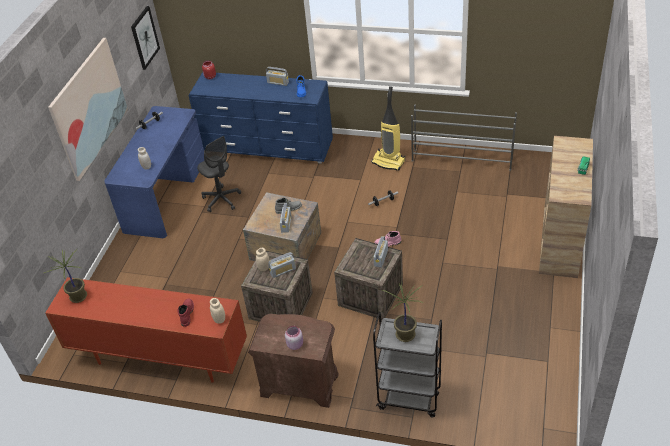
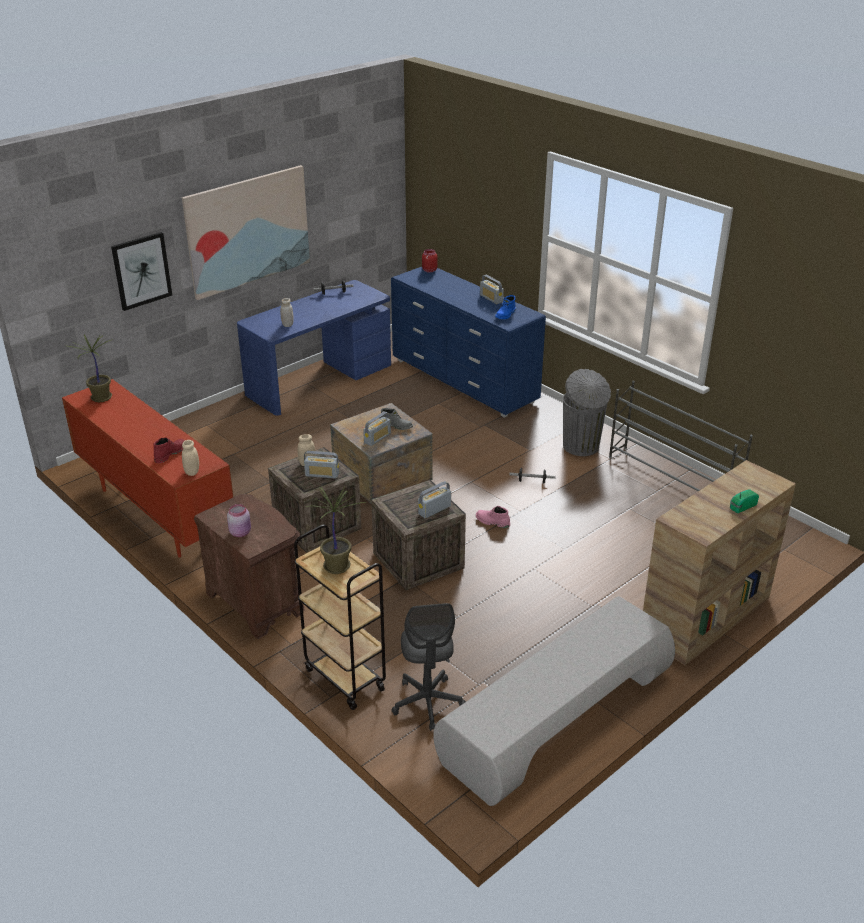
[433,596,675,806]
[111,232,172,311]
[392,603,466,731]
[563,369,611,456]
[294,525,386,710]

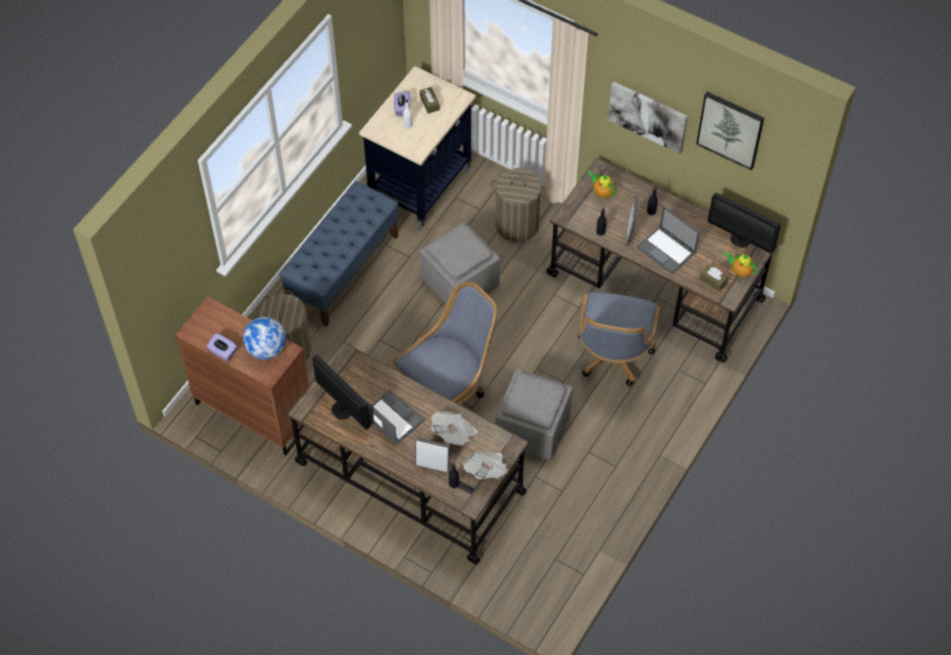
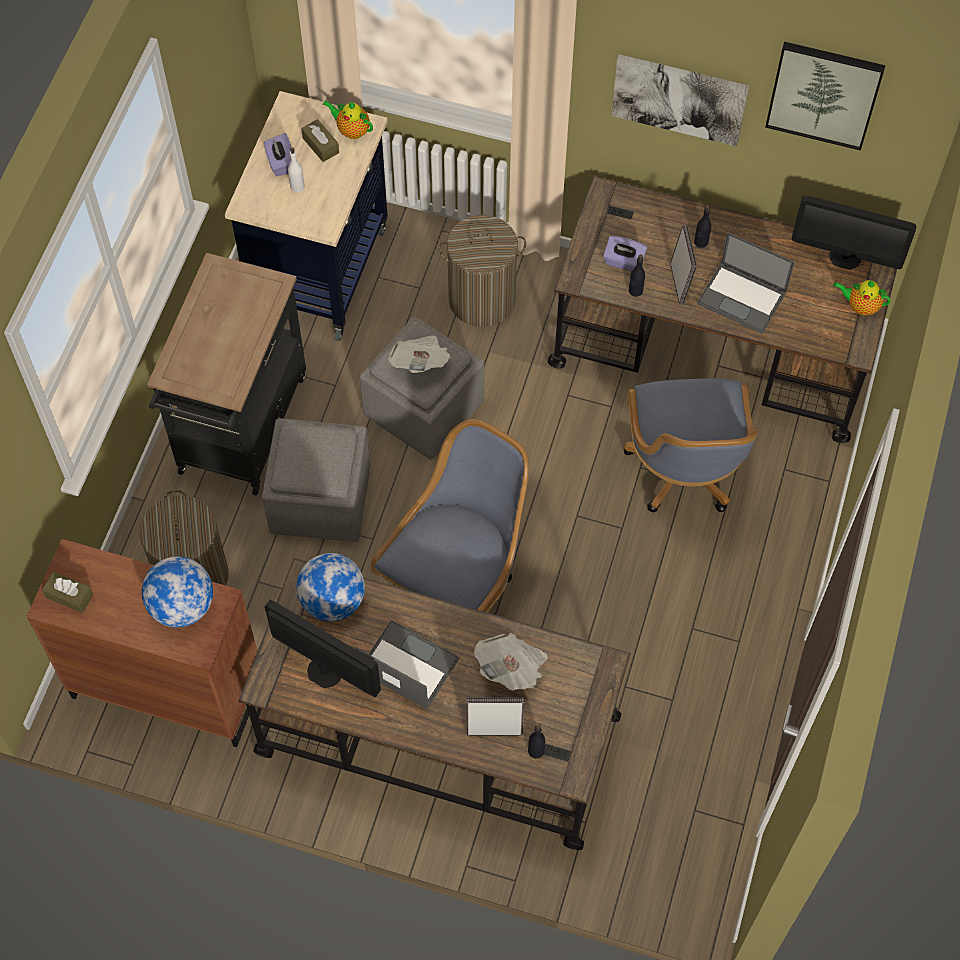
[297,553,365,621]
[603,236,647,272]
[388,335,451,373]
[262,418,370,542]
[323,101,373,139]
[42,571,93,613]
[147,253,306,496]

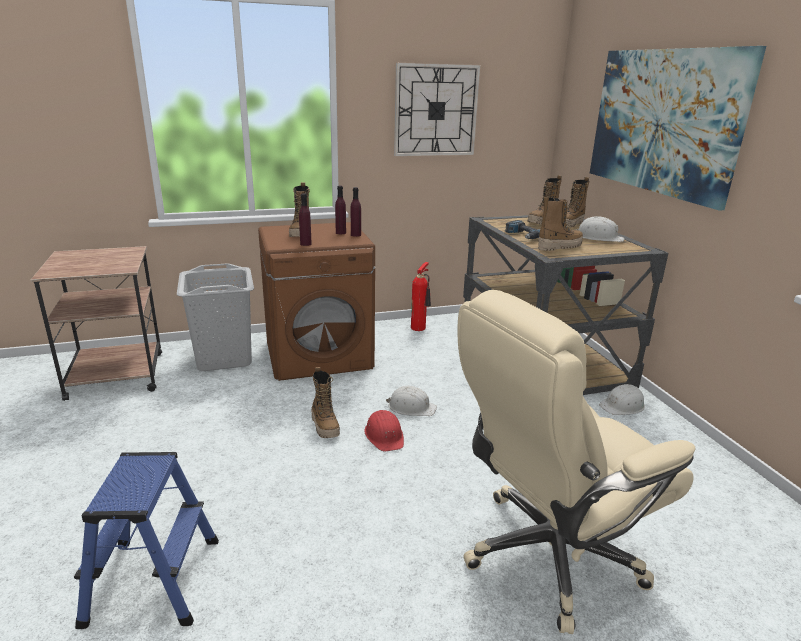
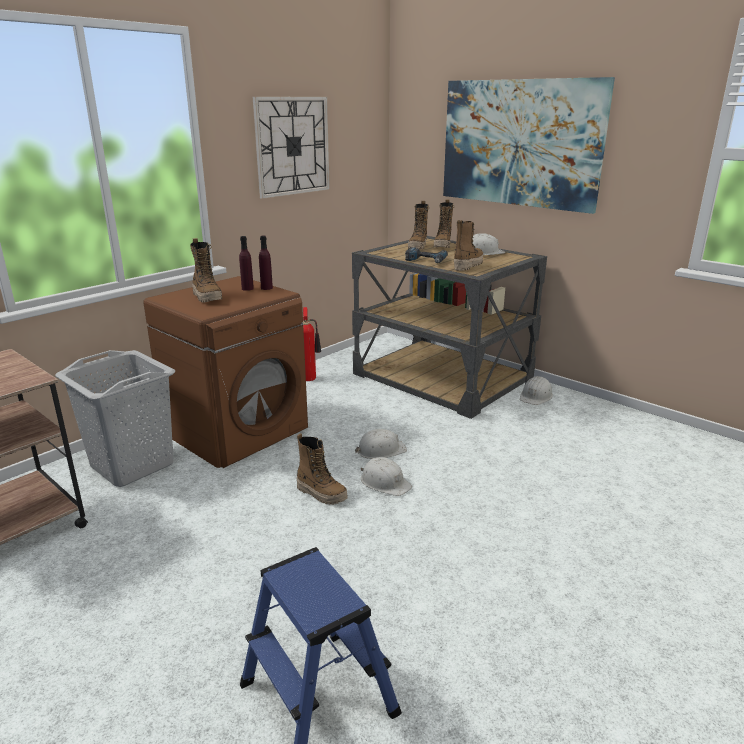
[299,193,312,246] (first image)
[458,290,695,634] (first image)
[361,457,412,496]

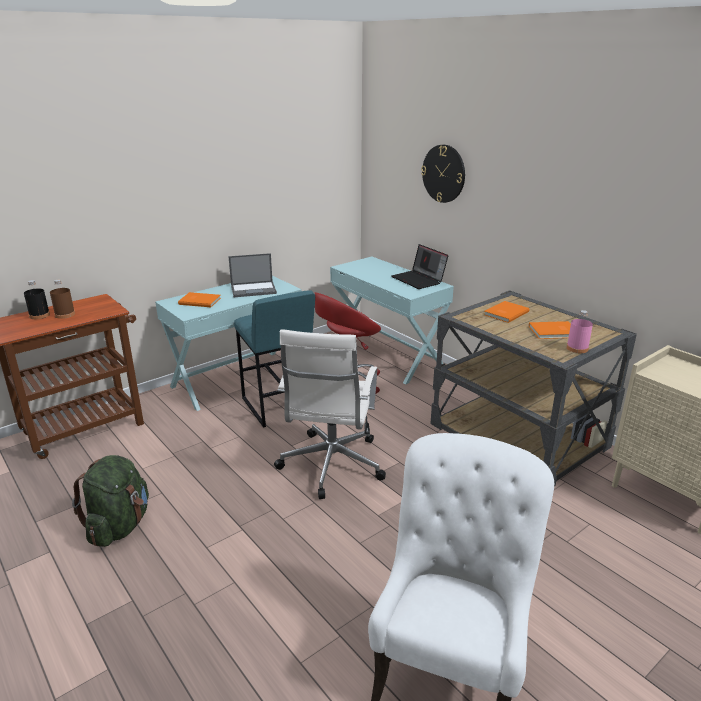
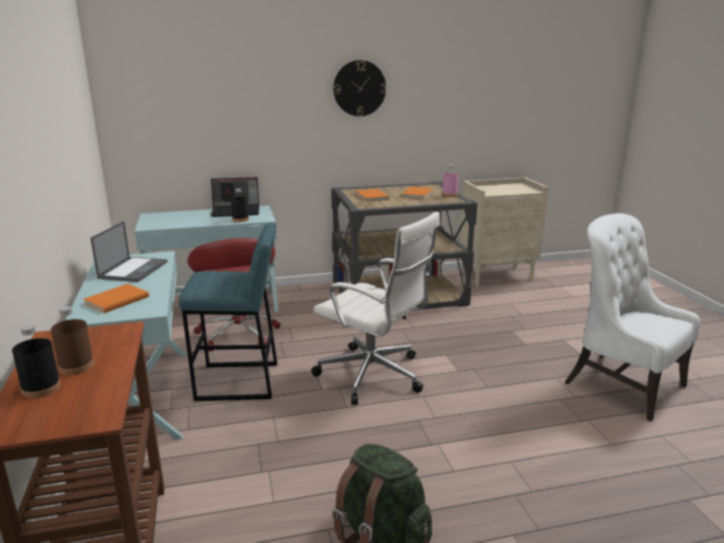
[231,188,249,222]
[333,60,386,116]

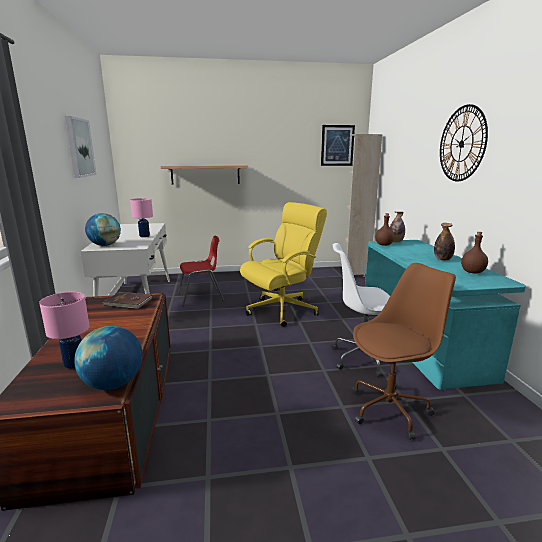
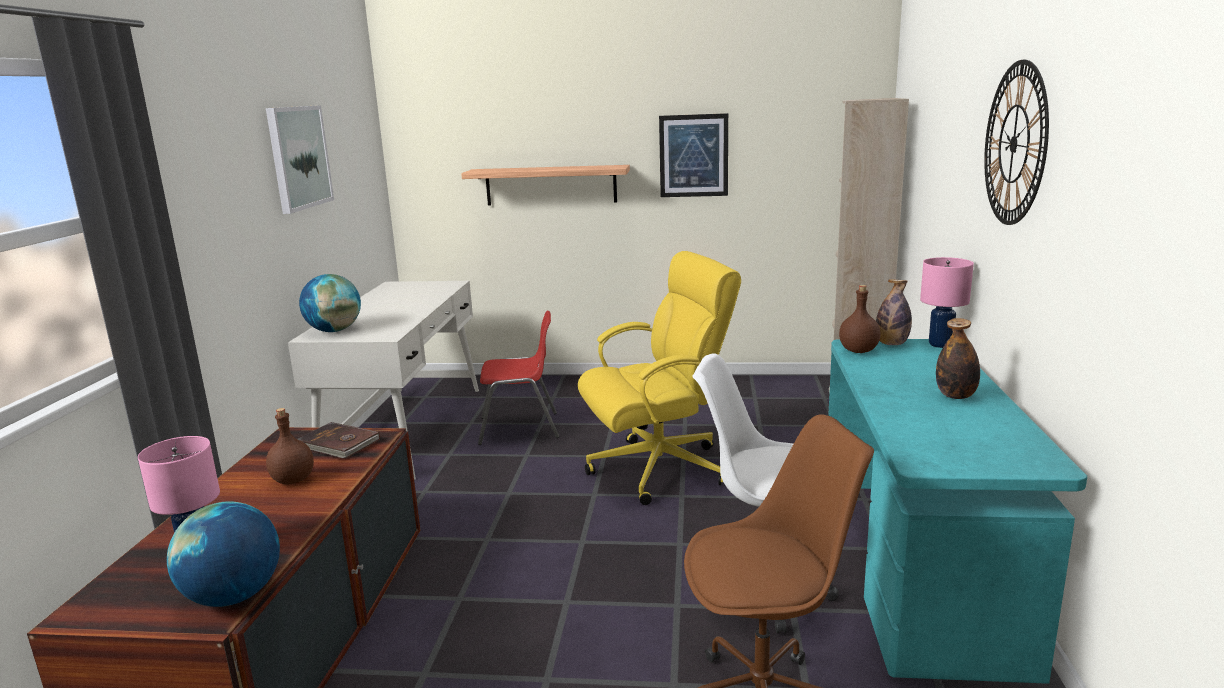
[920,257,974,348]
[659,113,728,197]
[266,408,314,485]

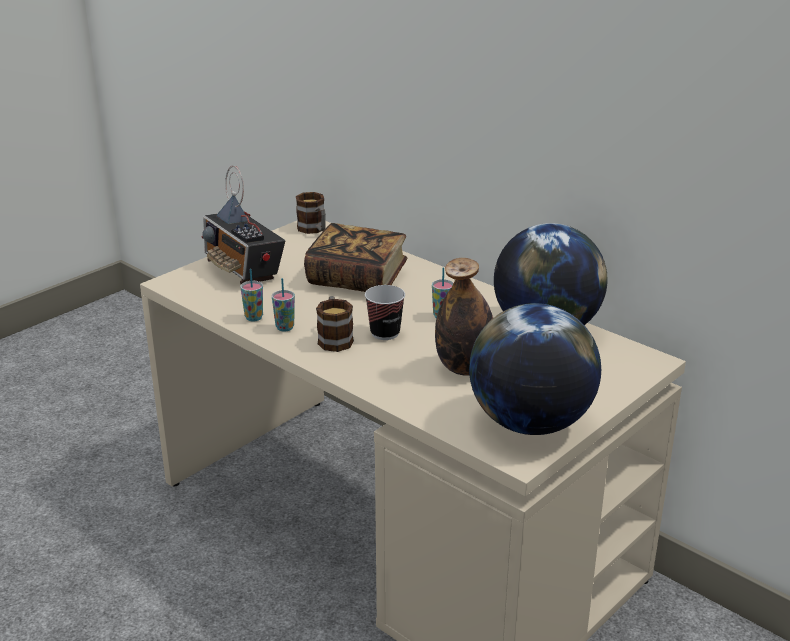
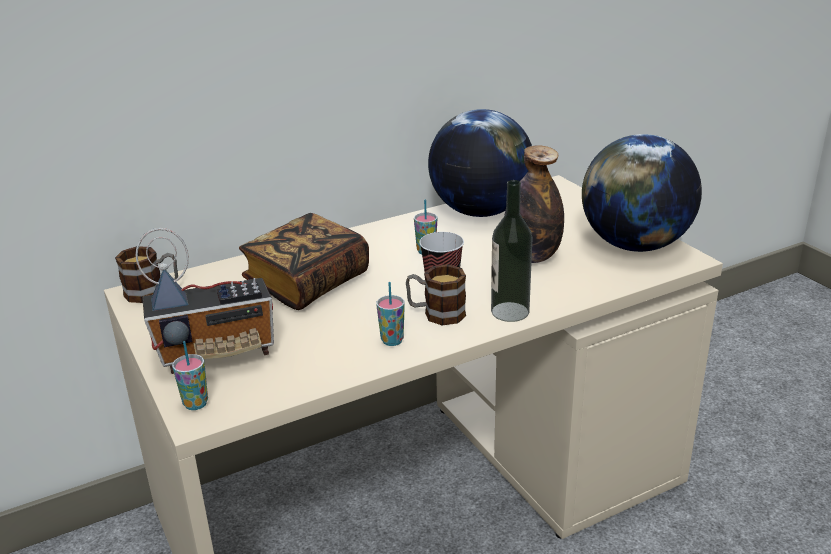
[491,180,532,322]
[172,341,208,410]

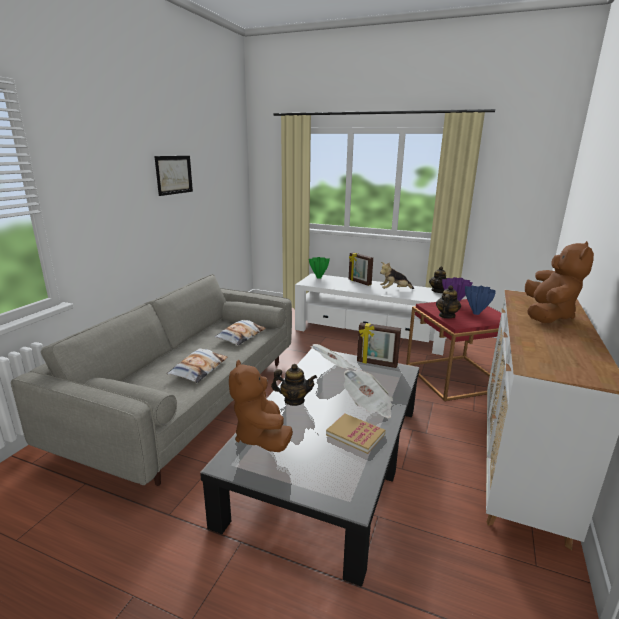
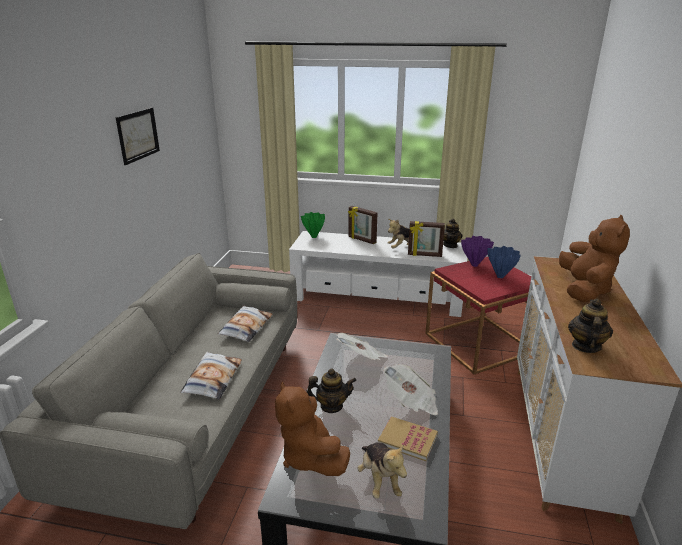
[357,442,407,499]
[408,221,445,257]
[568,299,613,353]

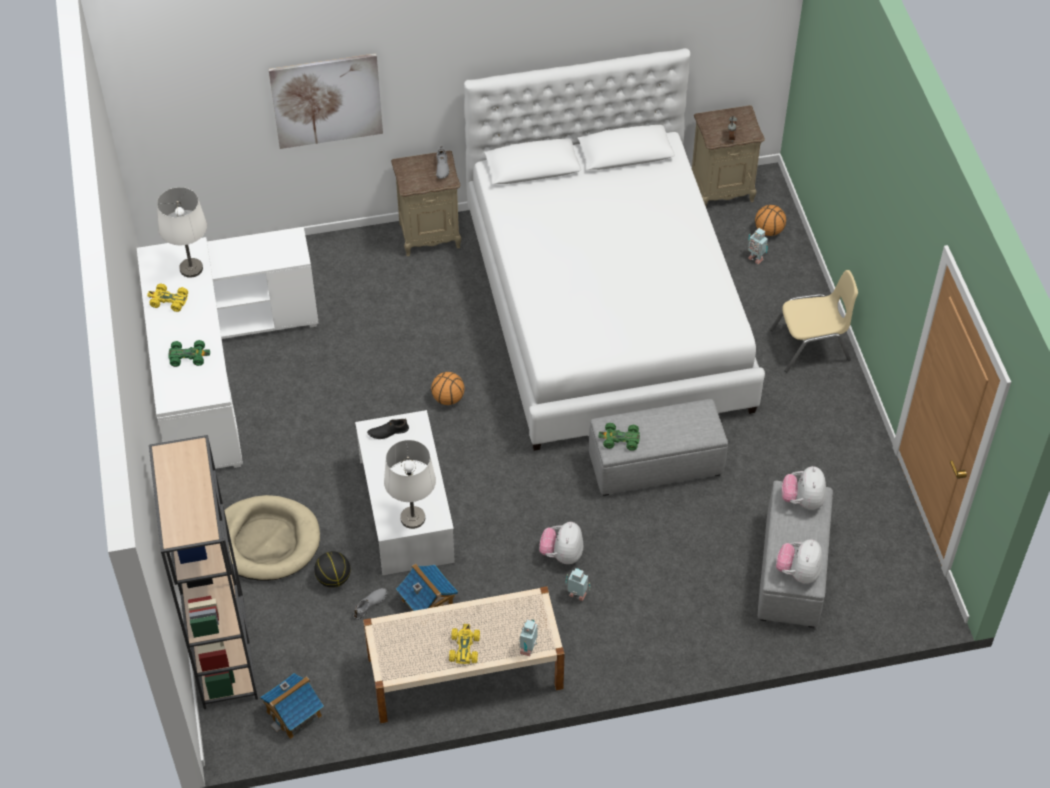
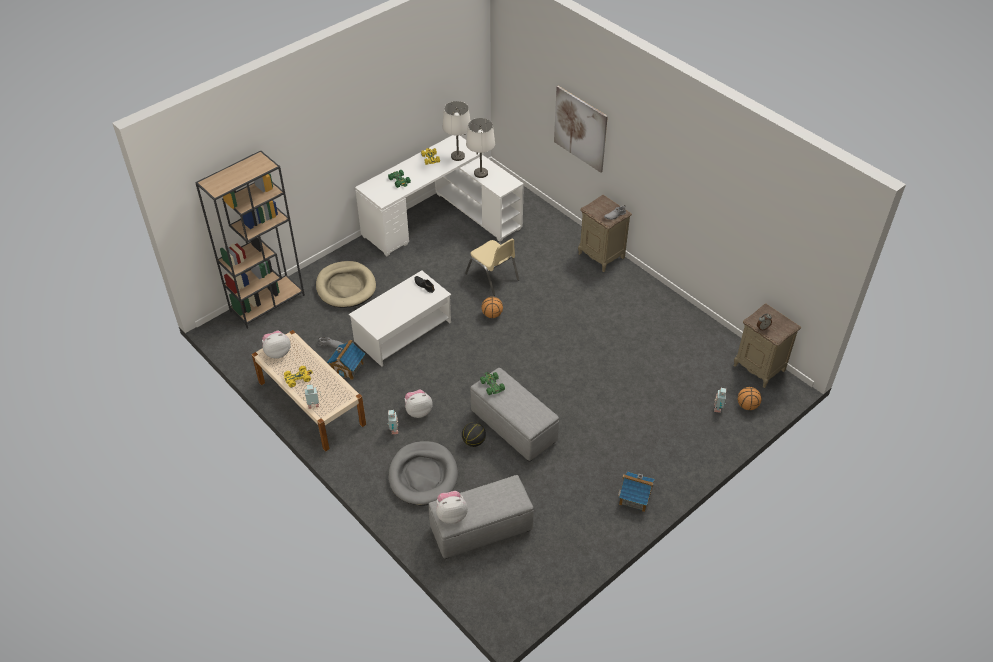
[464,48,765,451] (first image)
[389,441,458,506]
[618,471,654,512]
[462,422,486,447]
[466,118,495,178]
[465,238,519,296]
[262,330,291,359]

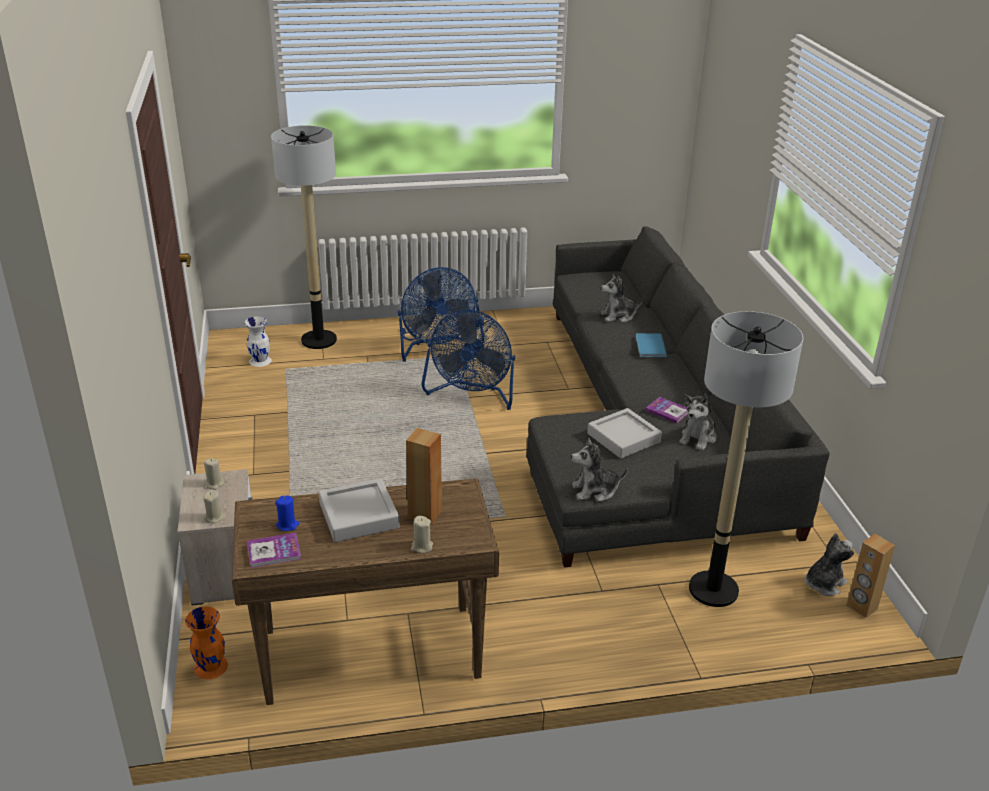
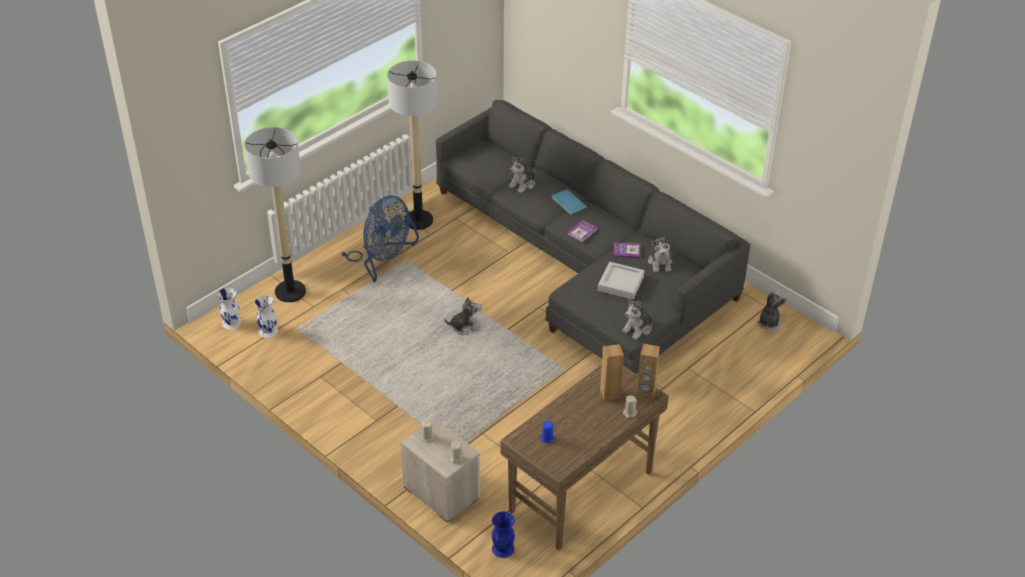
[319,478,400,542] (first image)
[422,310,515,410] (first image)
[217,288,241,329]
[445,297,482,335]
[567,220,598,242]
[387,60,438,230]
[636,343,660,401]
[492,511,515,558]

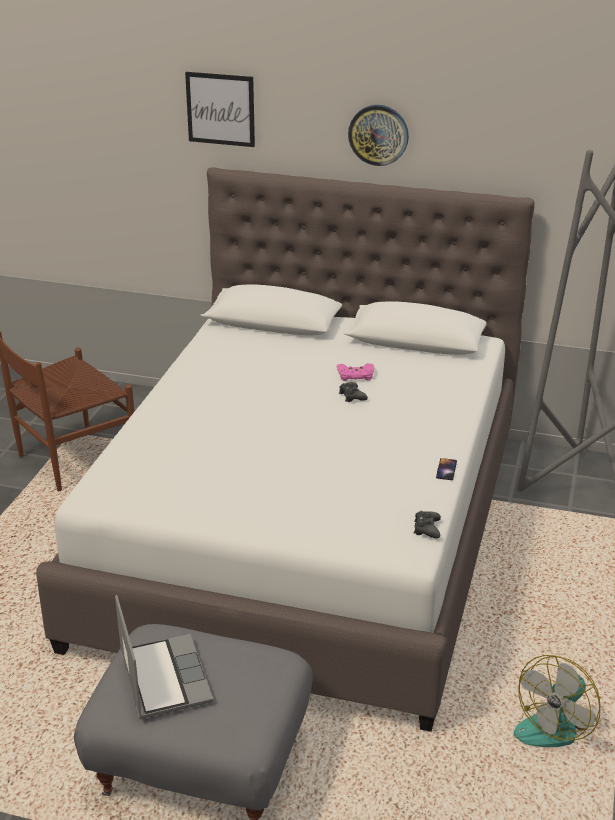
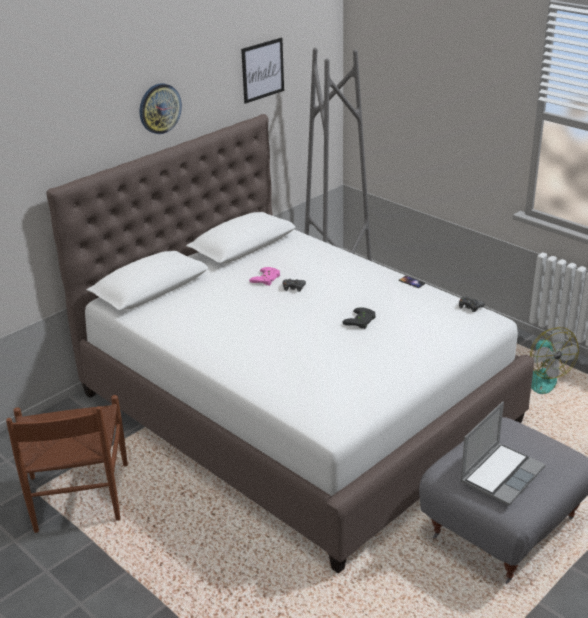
[342,307,375,329]
[241,38,284,104]
[460,401,546,505]

